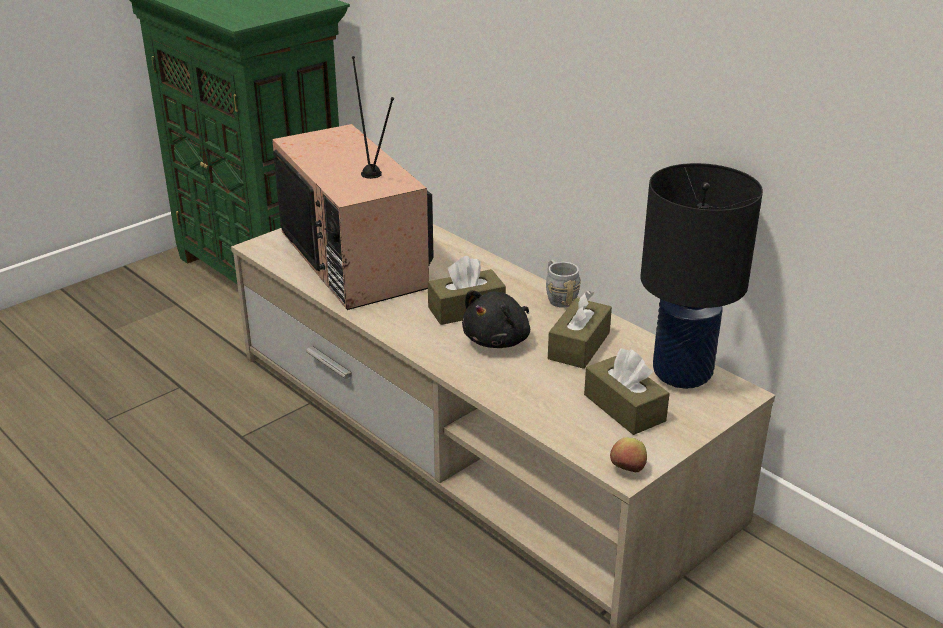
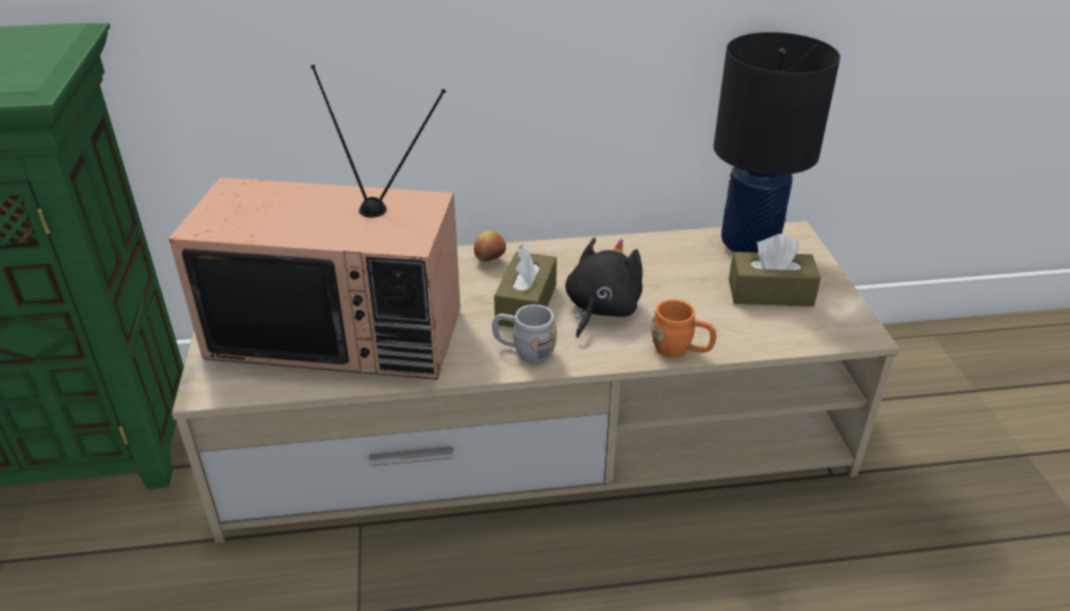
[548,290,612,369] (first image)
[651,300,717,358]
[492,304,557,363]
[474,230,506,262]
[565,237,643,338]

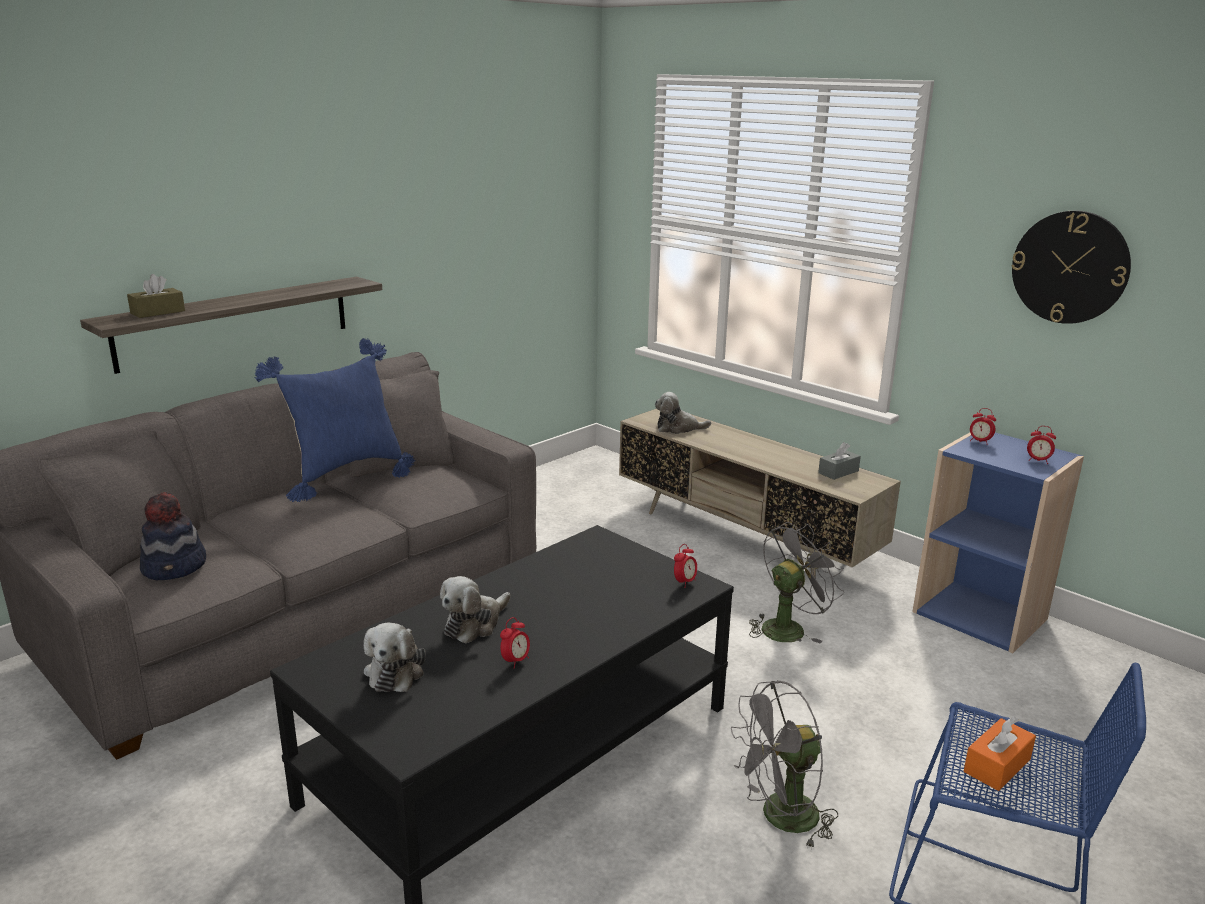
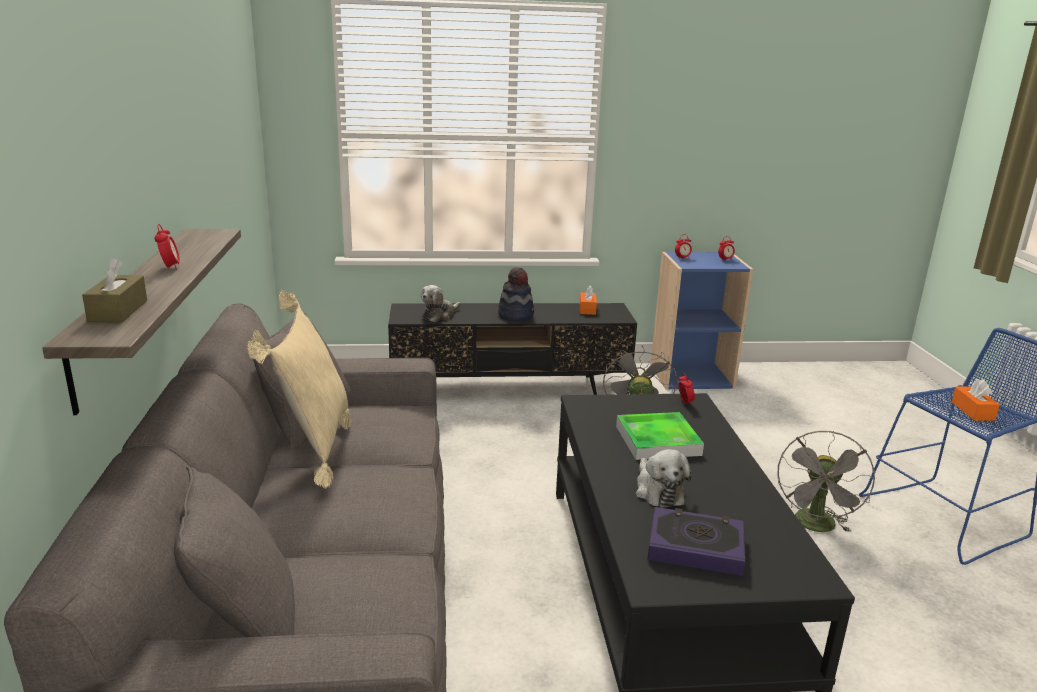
[1012,211,1131,324] (first image)
[616,412,704,460]
[498,267,534,321]
[155,224,180,270]
[648,507,746,576]
[247,289,352,489]
[388,303,637,395]
[580,285,597,315]

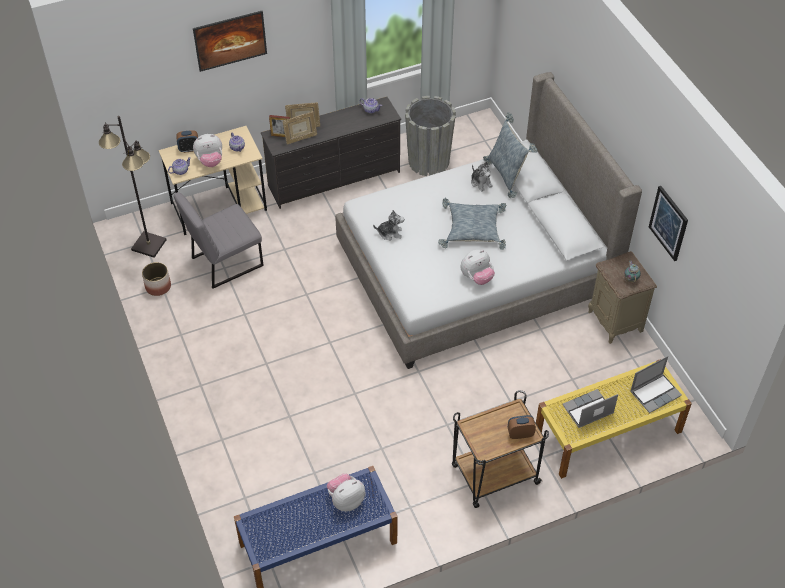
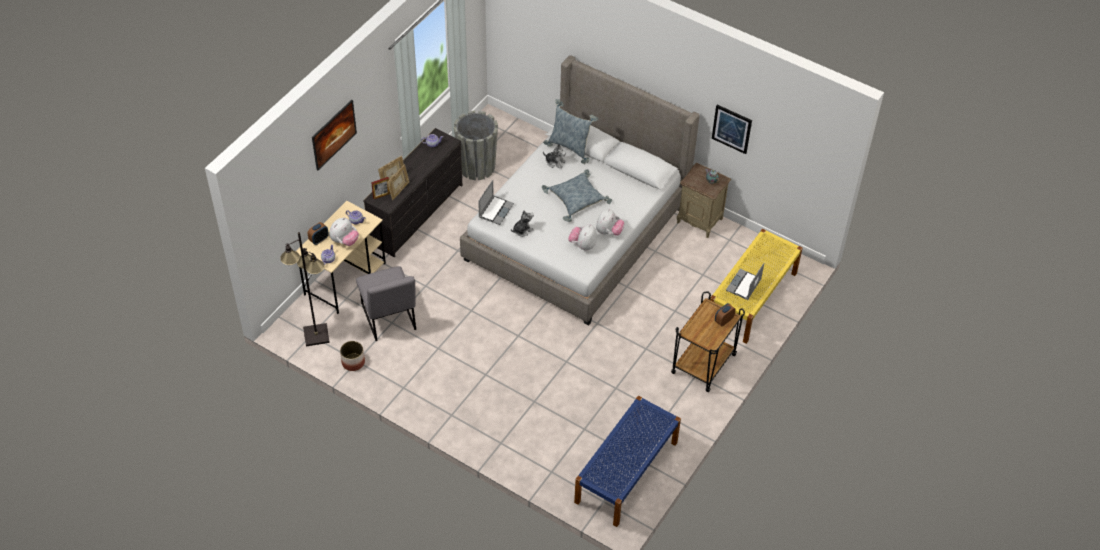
[568,224,597,250]
[478,180,514,225]
[356,266,416,341]

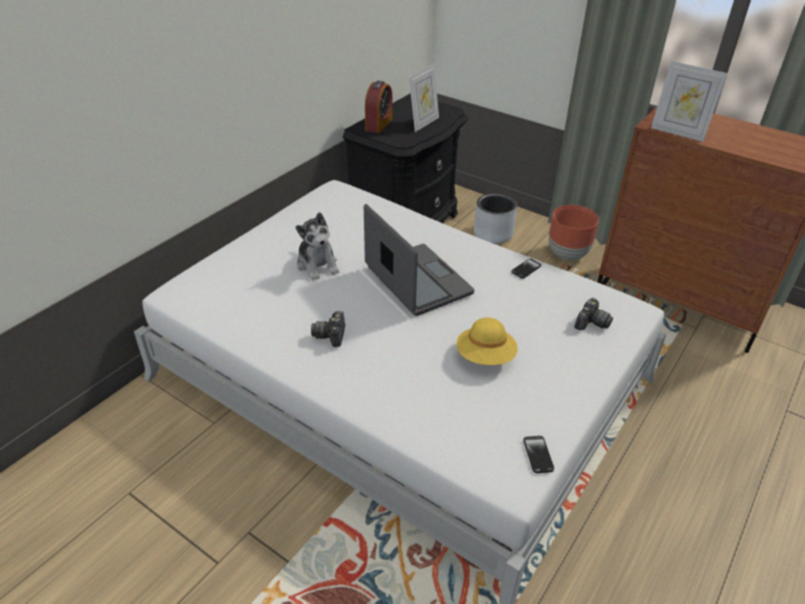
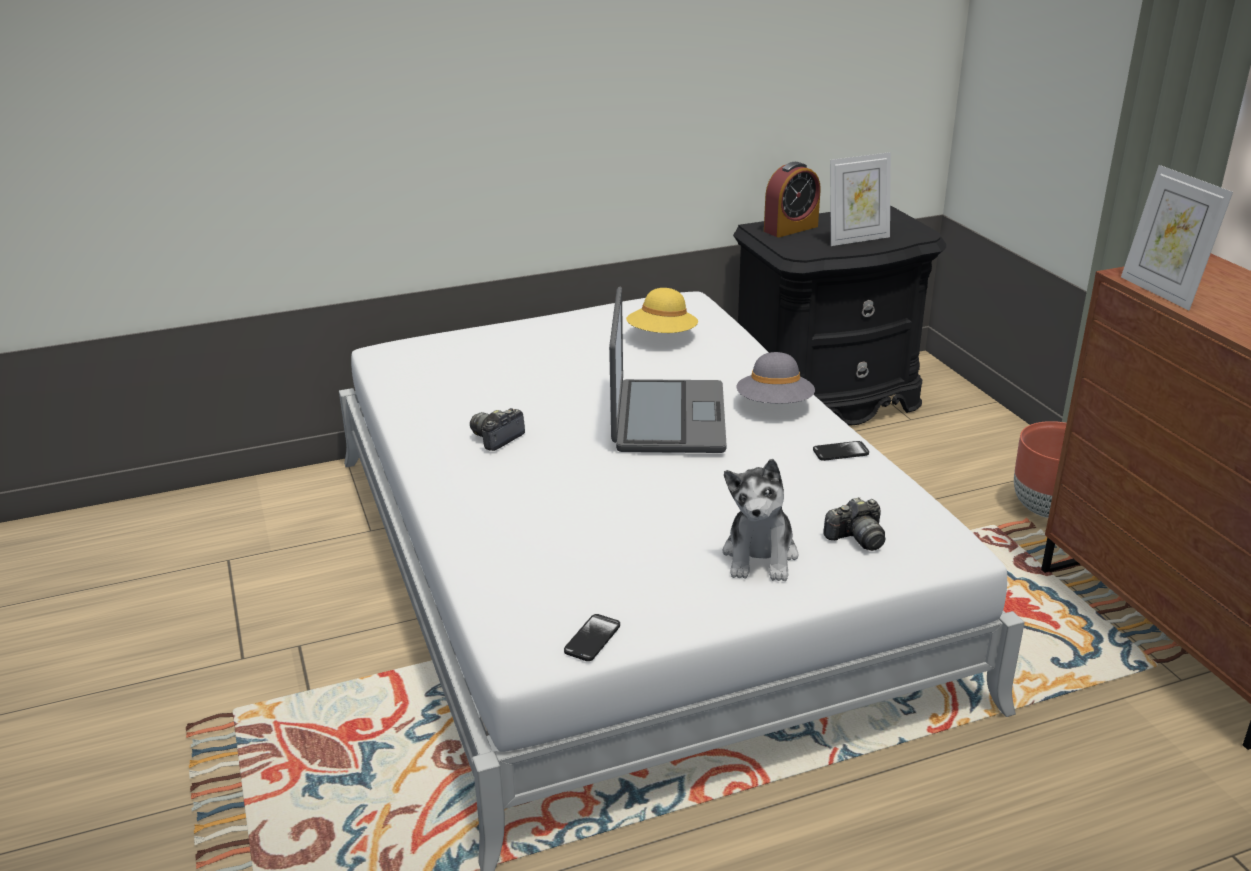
[474,193,517,244] (first image)
[737,352,815,403]
[723,459,799,581]
[626,288,698,333]

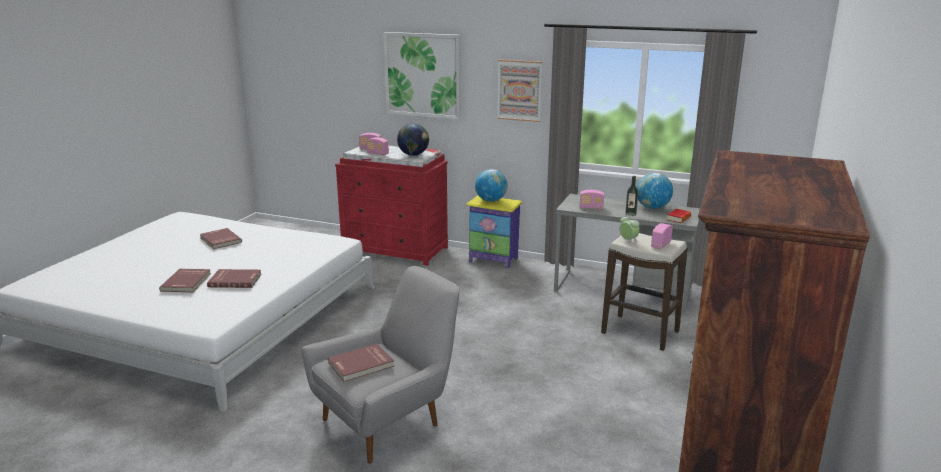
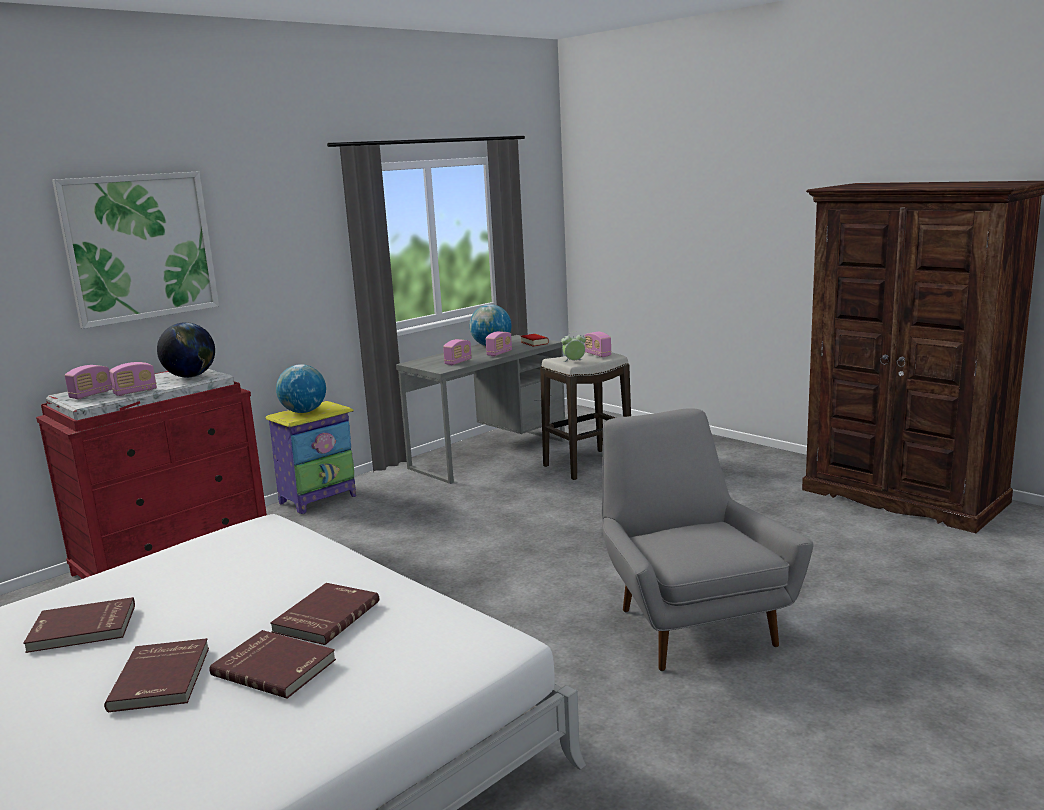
[497,60,542,122] (first image)
[104,638,209,712]
[486,331,512,356]

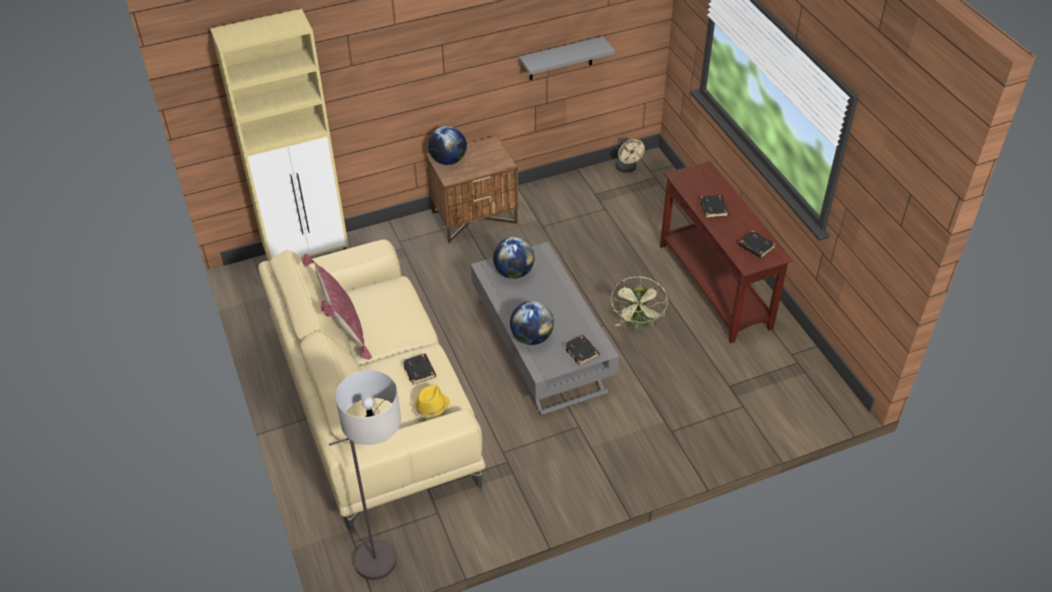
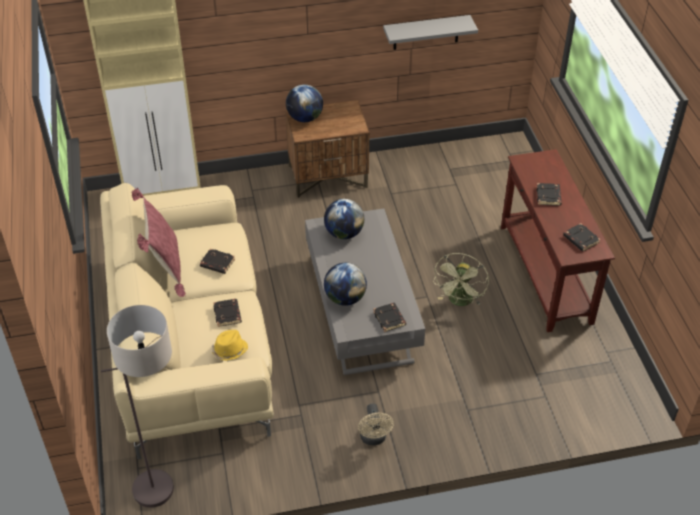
[200,249,235,274]
[358,403,394,445]

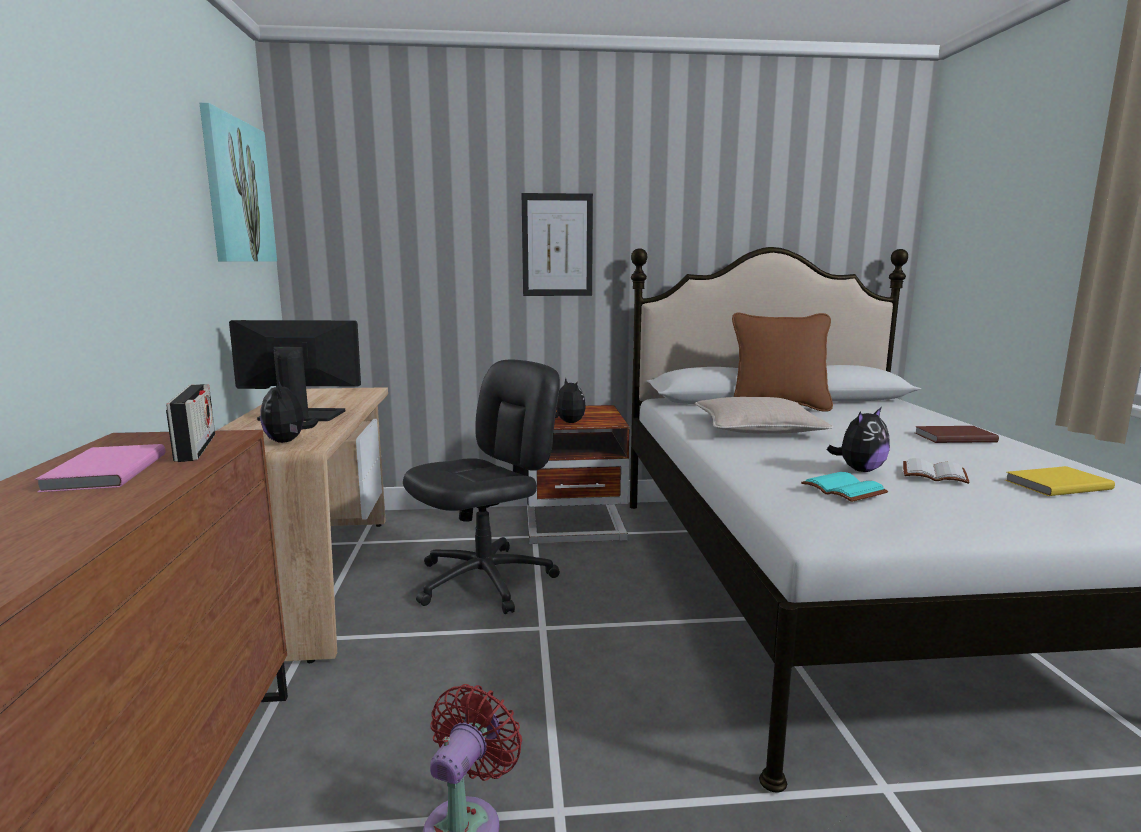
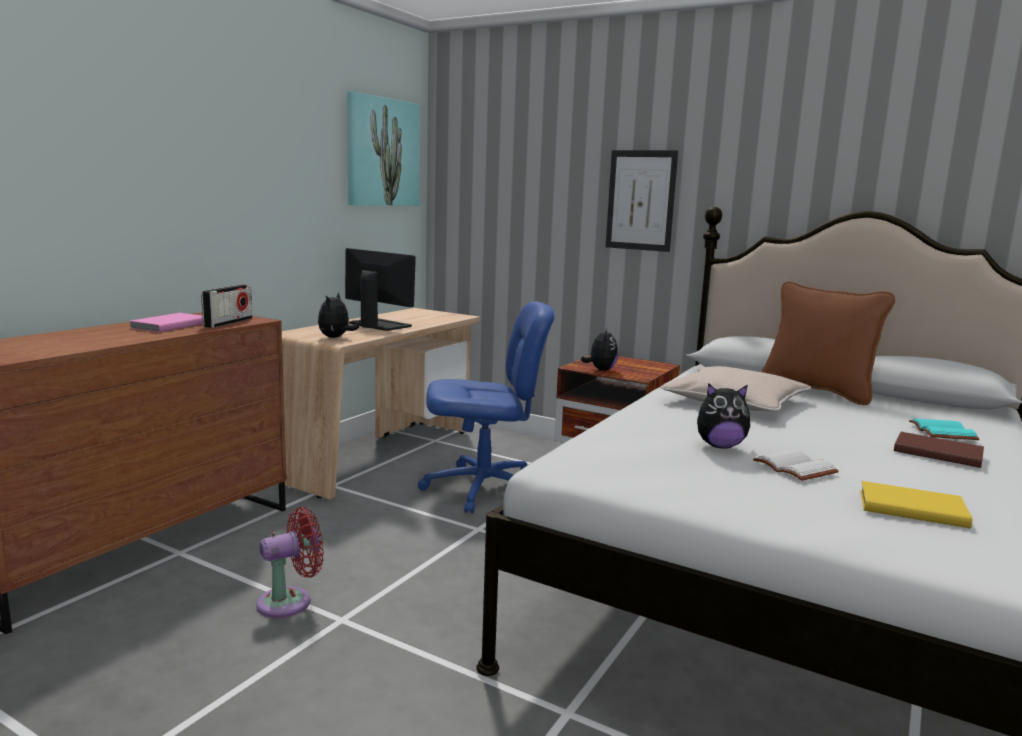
[909,418,979,440]
[418,301,555,513]

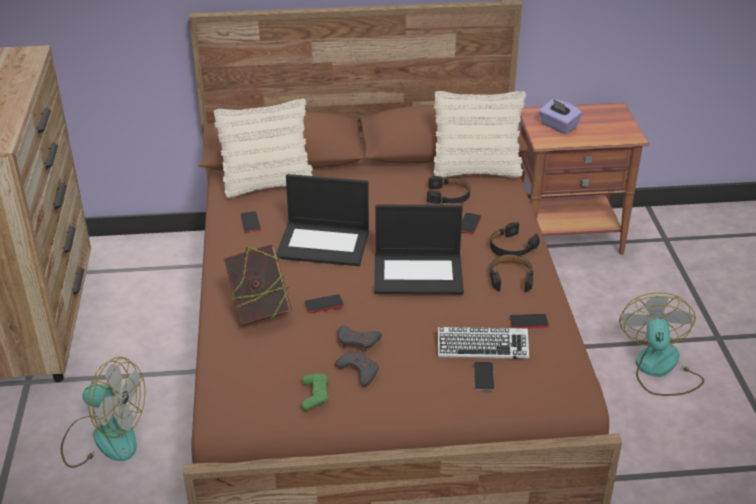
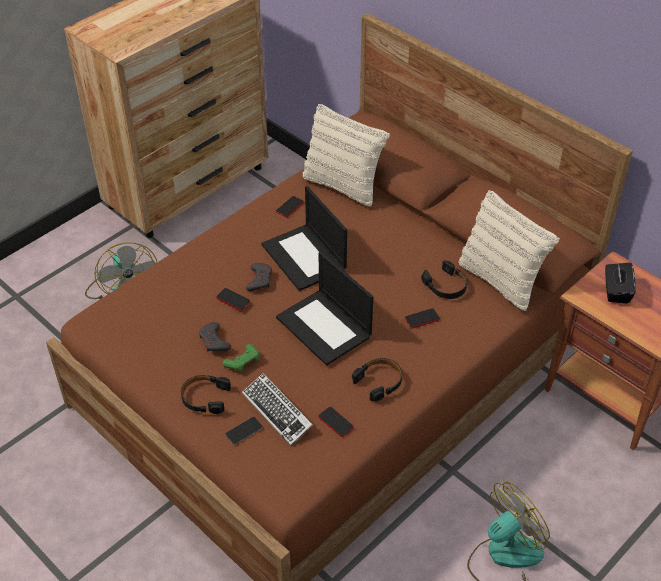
[223,244,292,325] (first image)
[223,344,259,372]
[246,263,272,291]
[181,375,231,414]
[605,262,636,303]

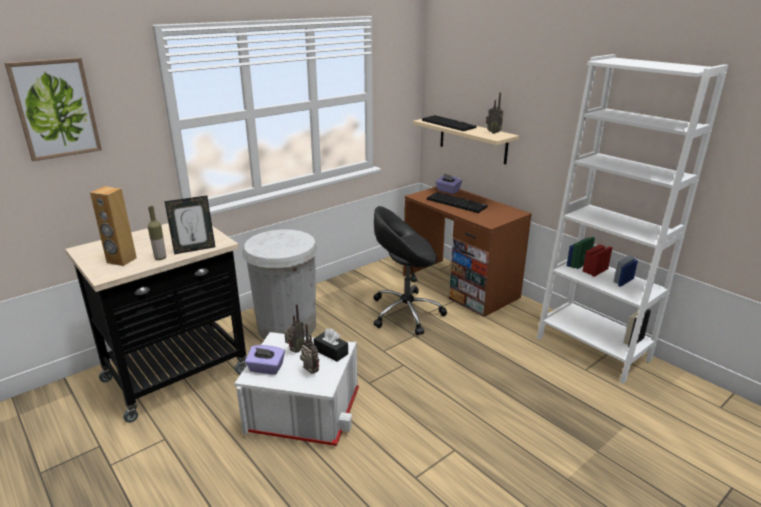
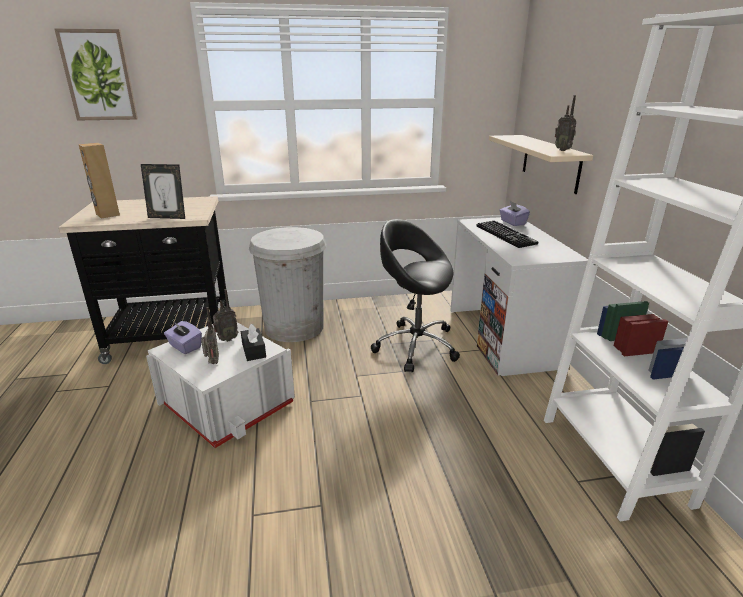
[148,206,166,260] (first image)
[422,115,476,131] (first image)
[450,217,588,376]

